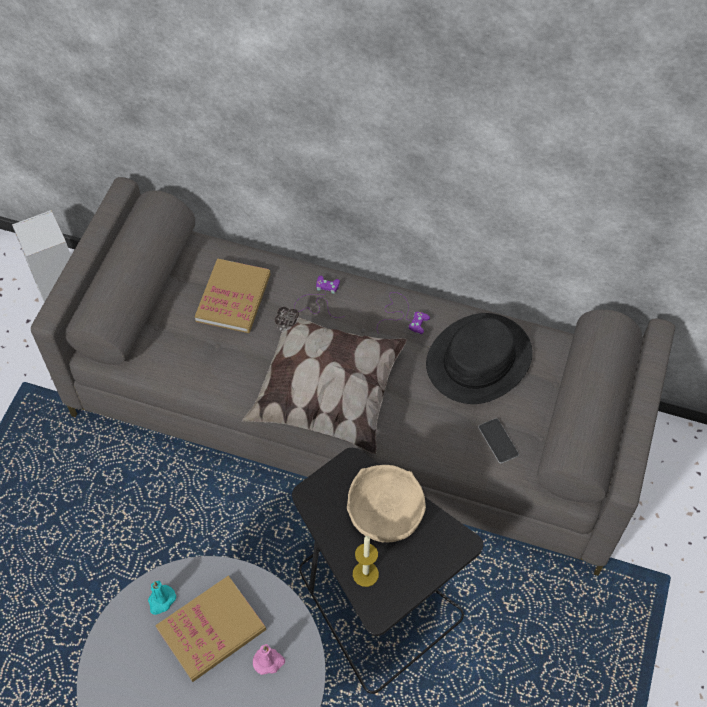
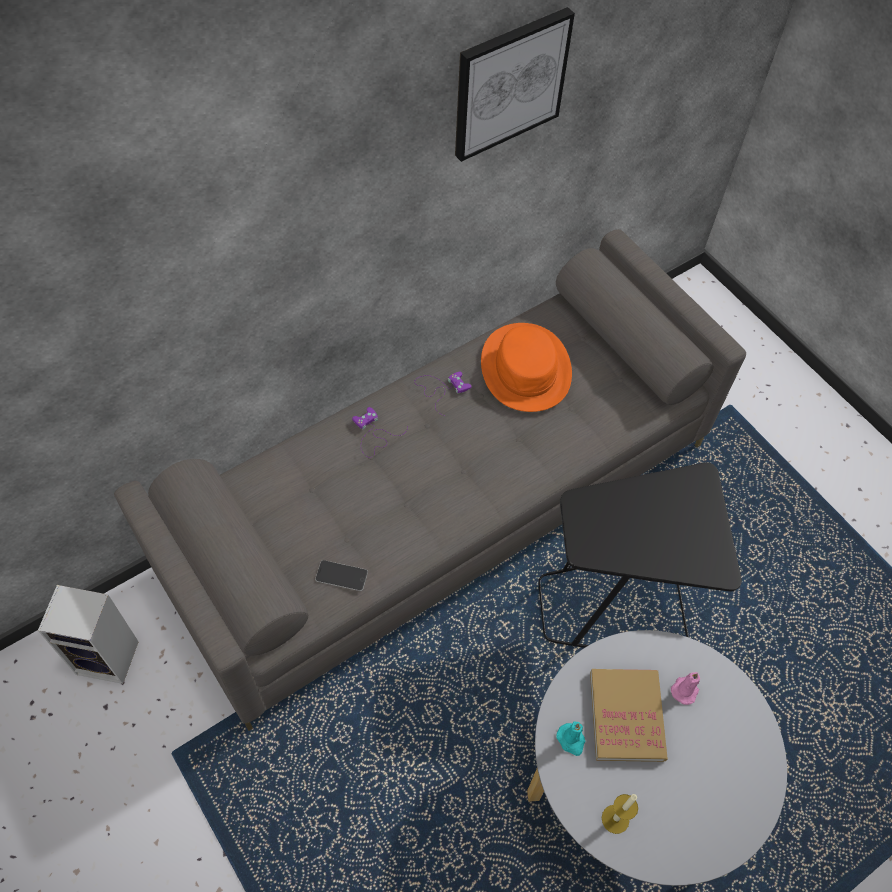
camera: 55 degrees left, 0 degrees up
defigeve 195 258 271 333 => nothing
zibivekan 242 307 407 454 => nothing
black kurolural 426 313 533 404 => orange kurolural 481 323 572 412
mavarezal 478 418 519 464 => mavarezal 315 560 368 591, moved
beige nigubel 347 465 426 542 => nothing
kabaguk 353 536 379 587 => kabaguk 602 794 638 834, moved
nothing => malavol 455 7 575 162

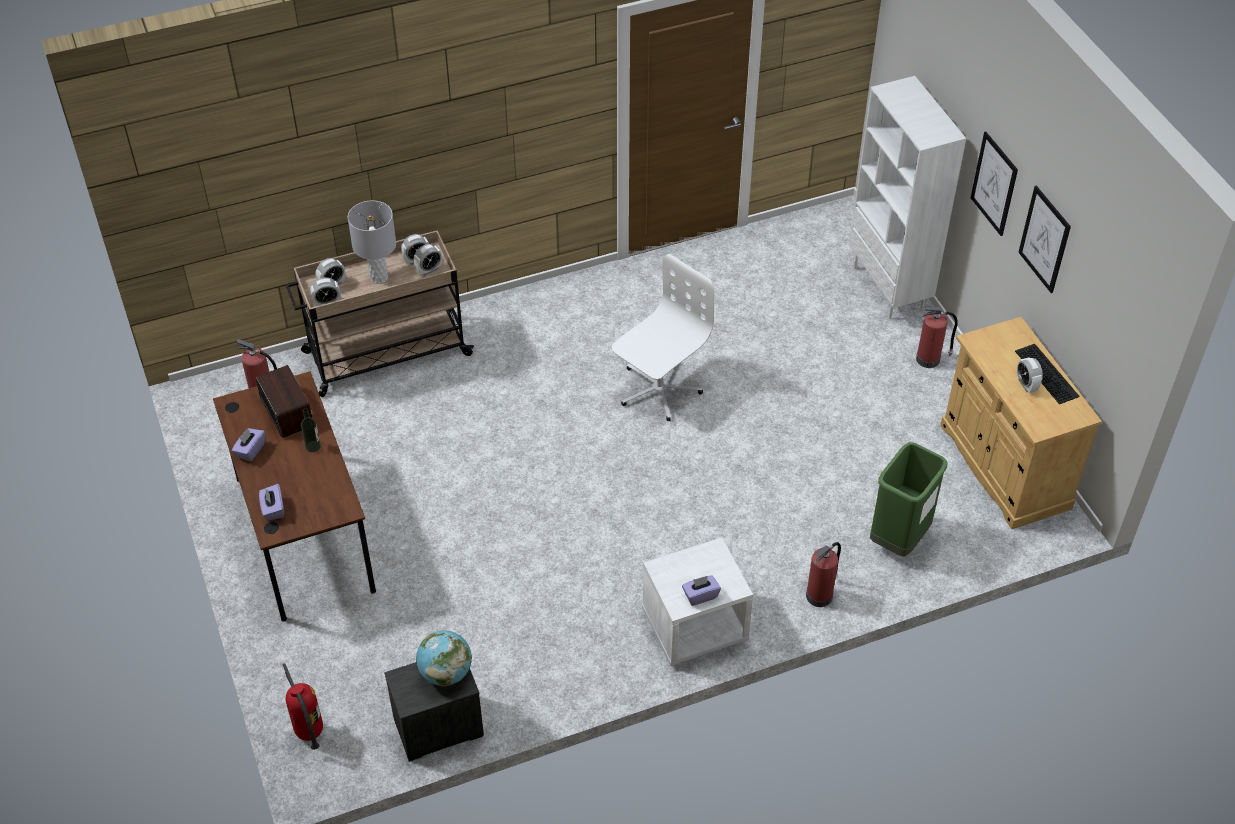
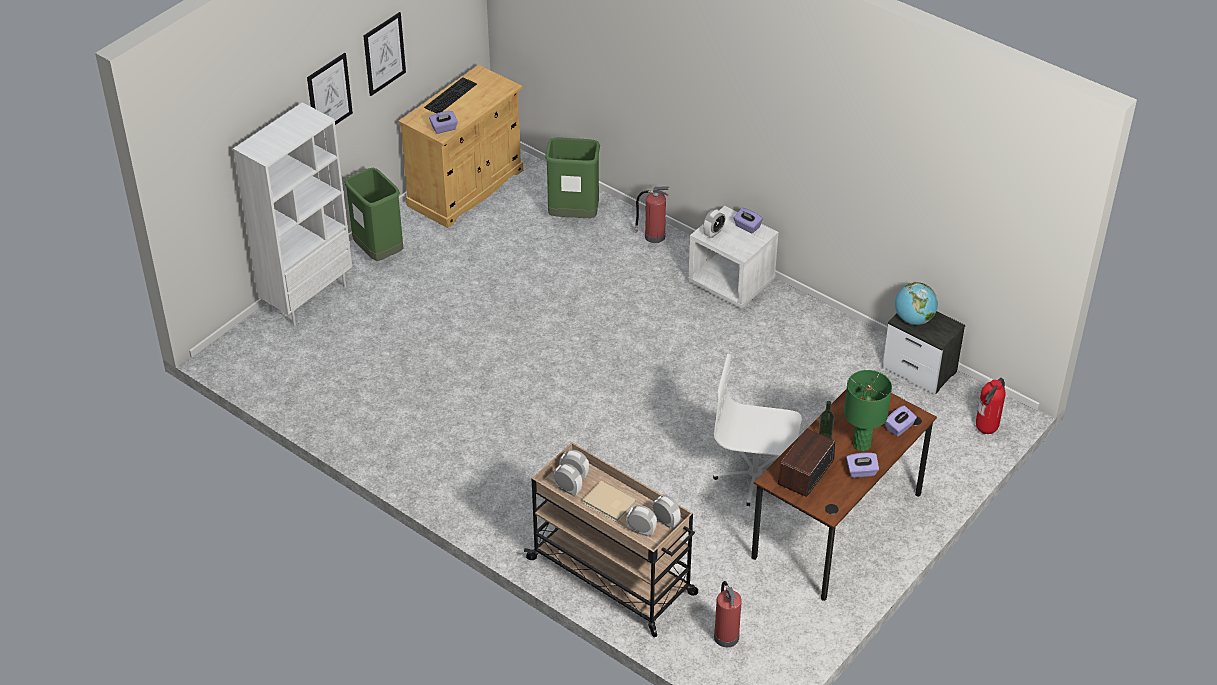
camera: 120 degrees left, 5 degrees down
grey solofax 348 201 396 284 => beige defigeve 582 481 636 522
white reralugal 611 254 714 421 => white reralugal 713 354 802 506, moved
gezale 916 306 958 368 => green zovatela 344 168 404 261
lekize 1017 357 1043 393 => lekize 703 209 725 238, moved
nothing => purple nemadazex 429 111 458 134
nothing => green solofax 844 370 892 451

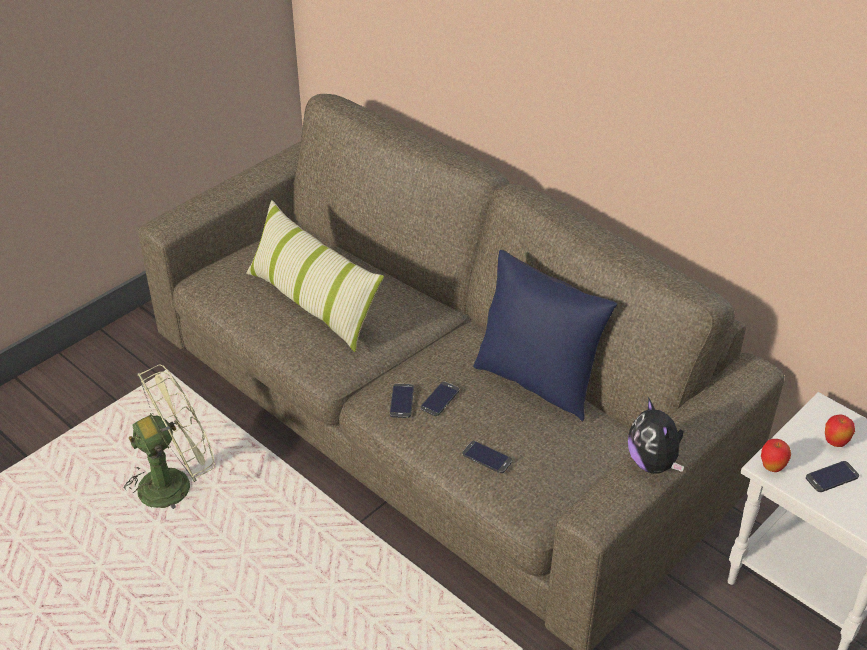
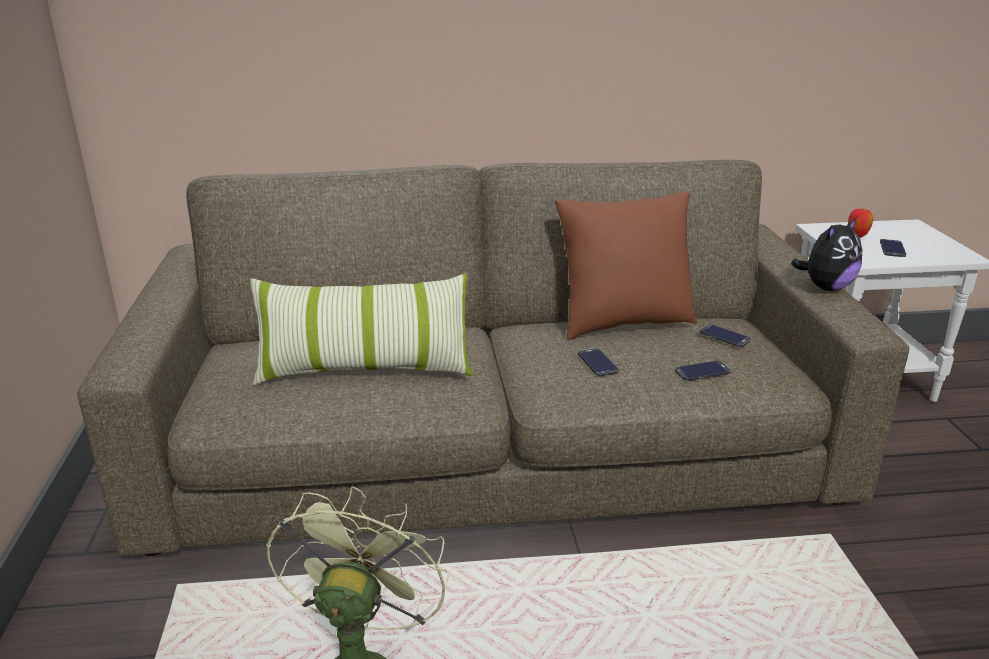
camera: 50 degrees left, 15 degrees down
blue zibivekan 473 250 617 421 => brown zibivekan 555 191 697 340
mavarezal 390 384 414 418 => mavarezal 699 324 751 347, moved
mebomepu 628 397 684 474 => mebomepu 791 217 862 291, 60 degrees counterclockwise
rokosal 761 439 791 472 => nothing

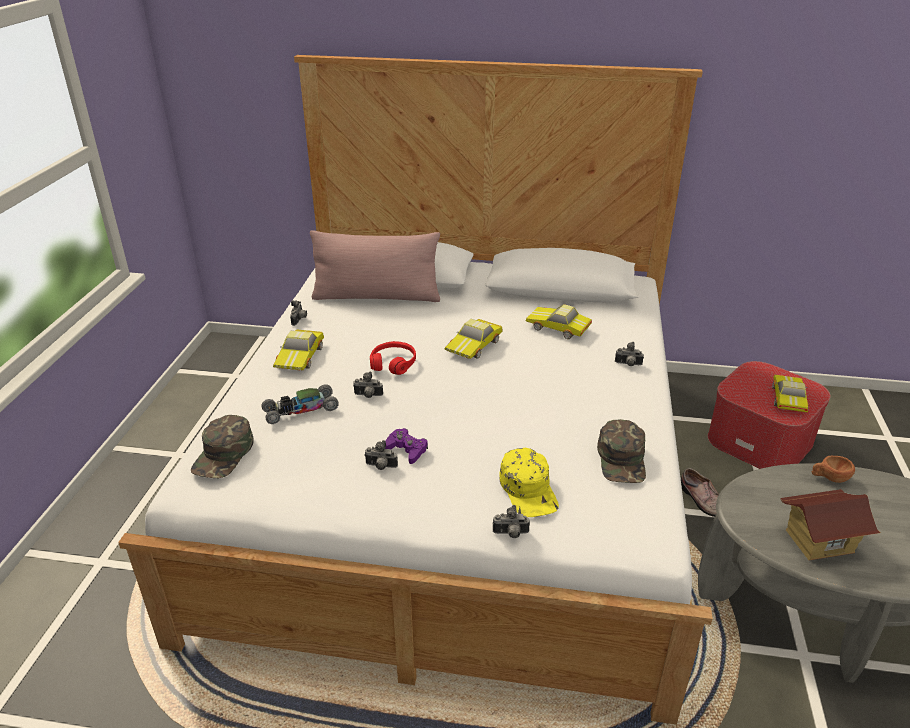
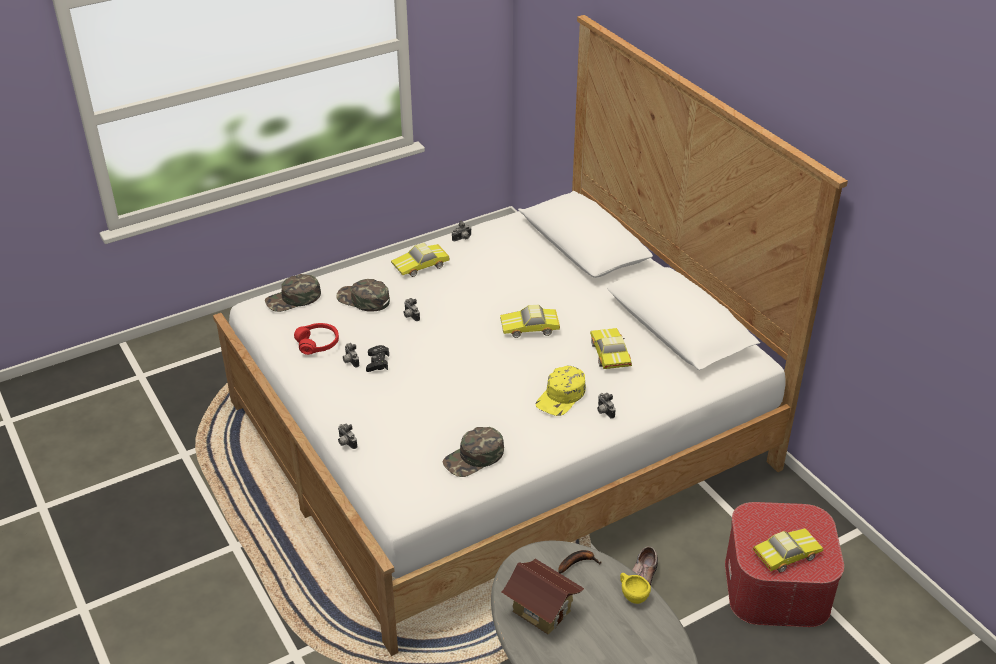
camera: 50 degrees right, 5 degrees up
pink zibivekan 310 230 440 302 => nothing
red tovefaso 370 341 416 375 => red tovefaso 294 323 339 355, moved
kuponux 261 384 339 424 => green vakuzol 336 279 390 312
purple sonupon 385 428 428 464 => black sonupon 366 345 389 372
yellow vakuzol 499 448 559 517 => yellow vakuzol 536 366 586 416, moved
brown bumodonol 812 456 855 483 => yellow bumodonol 620 573 651 604
nothing => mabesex 558 550 601 574

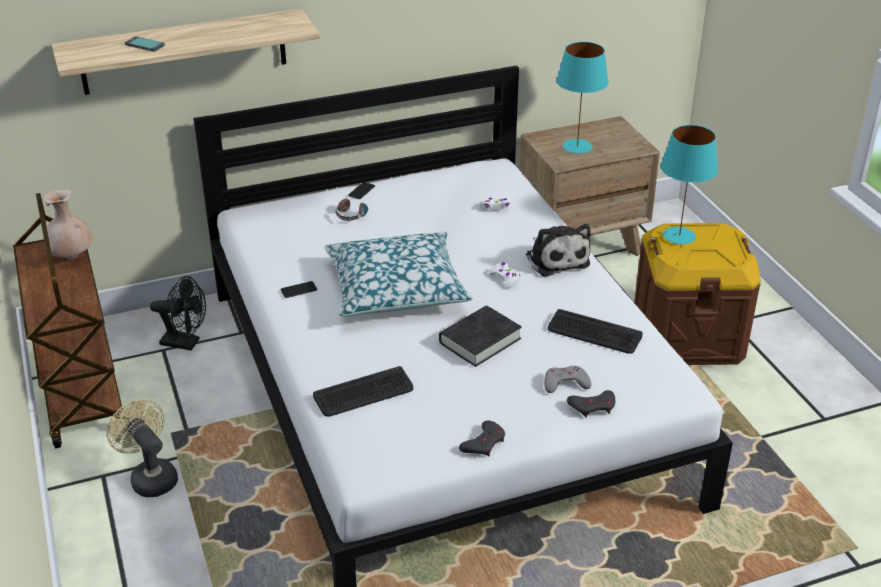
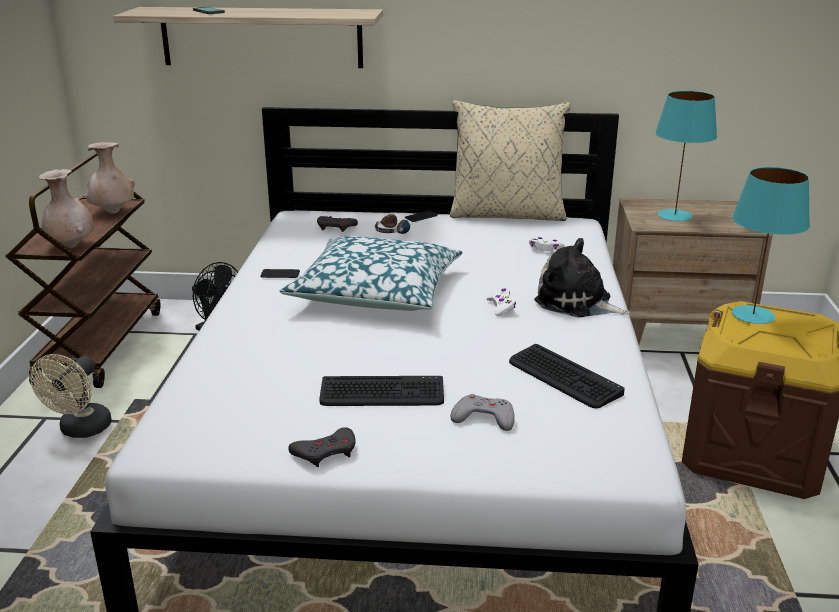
camera: 25 degrees right, 10 degrees down
mebomepu 526 224 591 277 => mebomepu 534 238 629 318, 120 degrees clockwise
black defigeve 439 306 522 367 => nothing
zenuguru 313 366 413 417 => zenuguru 320 376 444 406, moved
grey sonupon 567 390 615 418 => grey sonupon 317 216 358 232, moved
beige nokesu 107 399 178 497 => beige nokesu 30 354 112 438, 150 degrees counterclockwise
nothing => beige zibivekan 450 100 571 221
nothing => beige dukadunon 39 169 94 248

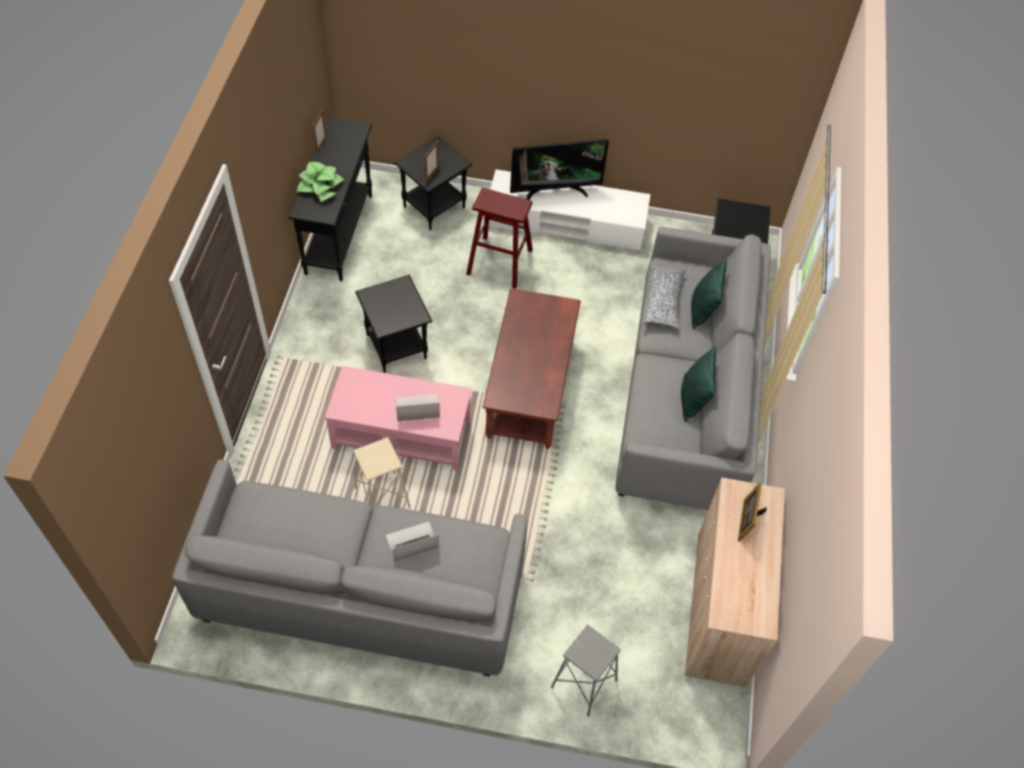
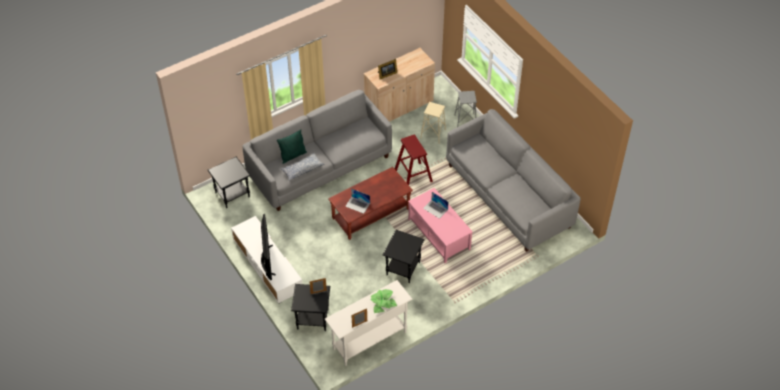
camera: 130 degrees left, 5 degrees down
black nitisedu 288 117 372 281 => white nitisedu 325 280 412 366
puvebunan 510 139 609 200 => puvebunan 261 214 276 280, 45 degrees clockwise
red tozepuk 466 188 533 289 => red tozepuk 395 135 433 185, moved
green zibivekan 681 346 716 422 => nothing
beige tozepuk 353 437 411 510 => beige tozepuk 420 102 446 143, moved
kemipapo 386 522 439 562 => kemipapo 345 188 370 214, moved

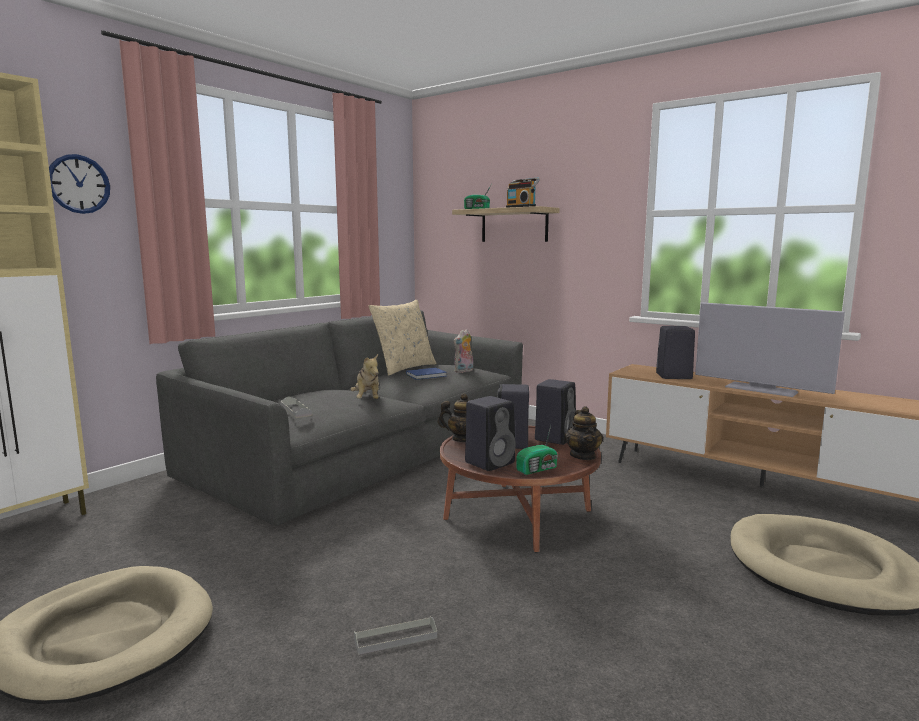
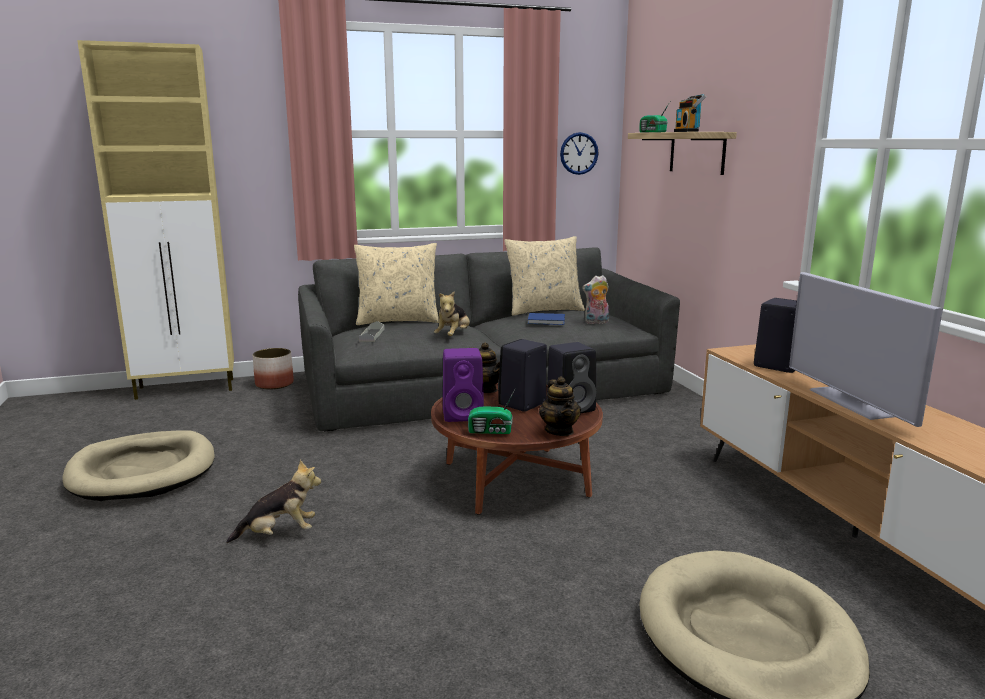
camera: 35 degrees right, 5 degrees up
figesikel 49 154 110 214 => figesikel 560 132 599 175, moved
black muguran 465 396 516 471 => purple muguran 443 348 484 422
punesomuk 564 406 603 460 => punesomuk 539 376 581 436, 45 degrees counterclockwise
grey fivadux 354 616 437 655 => mebomepu 226 460 321 543
nothing => beige zibivekan 354 243 439 325
nothing => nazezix 253 348 294 390

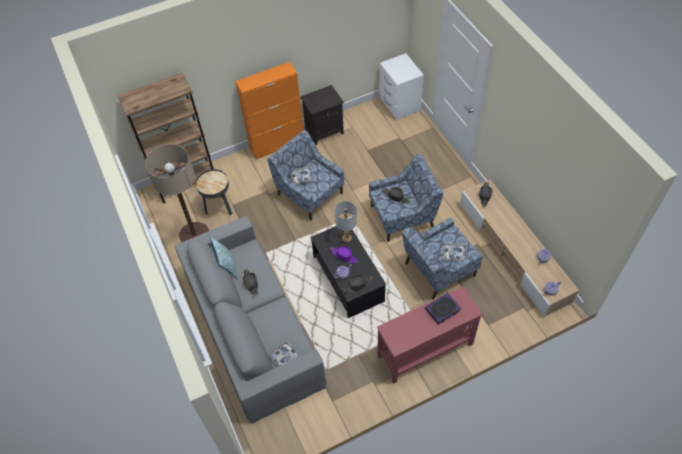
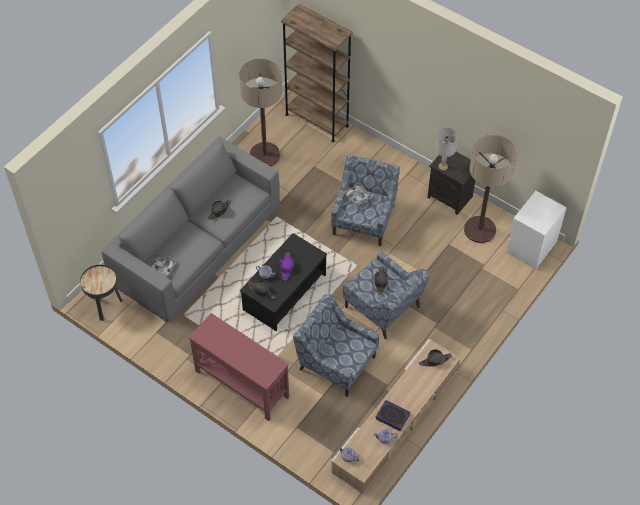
camera: 60 degrees right, 0 degrees up
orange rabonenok 235 62 304 159 => nothing
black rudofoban 196 169 233 216 => black rudofoban 80 265 122 321, moved
grey solofax 335 201 357 242 => grey solofax 435 127 458 170, moved
zibivekan 210 235 238 279 => nothing
fivadux 444 243 467 261 => nothing
defigeve 425 293 461 325 => defigeve 376 400 410 431, moved
nothing => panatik 464 135 517 243

